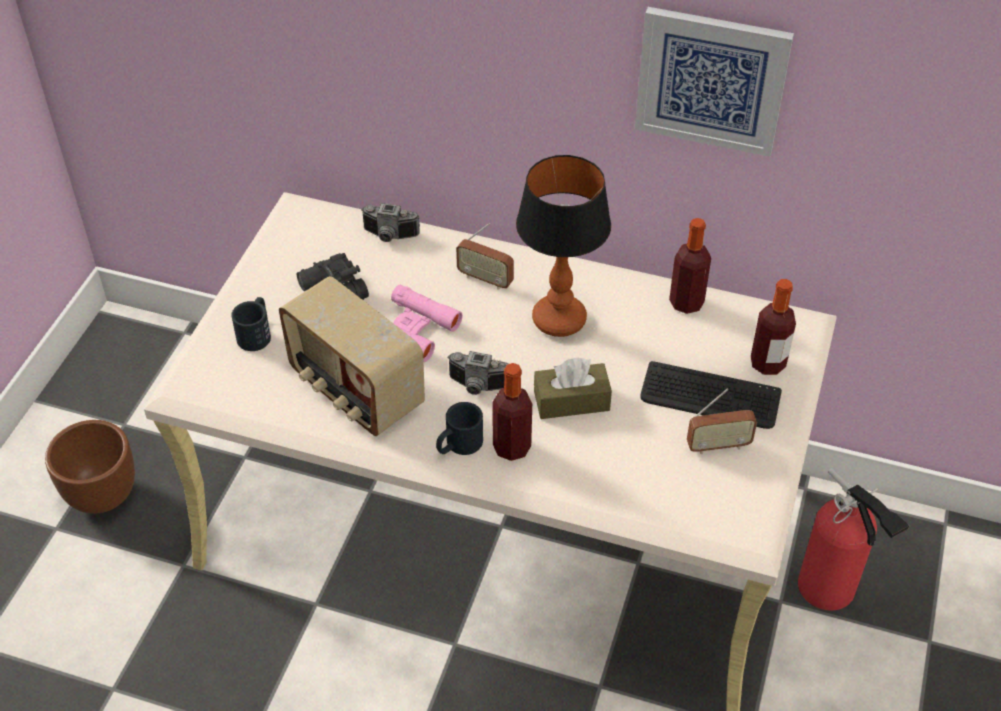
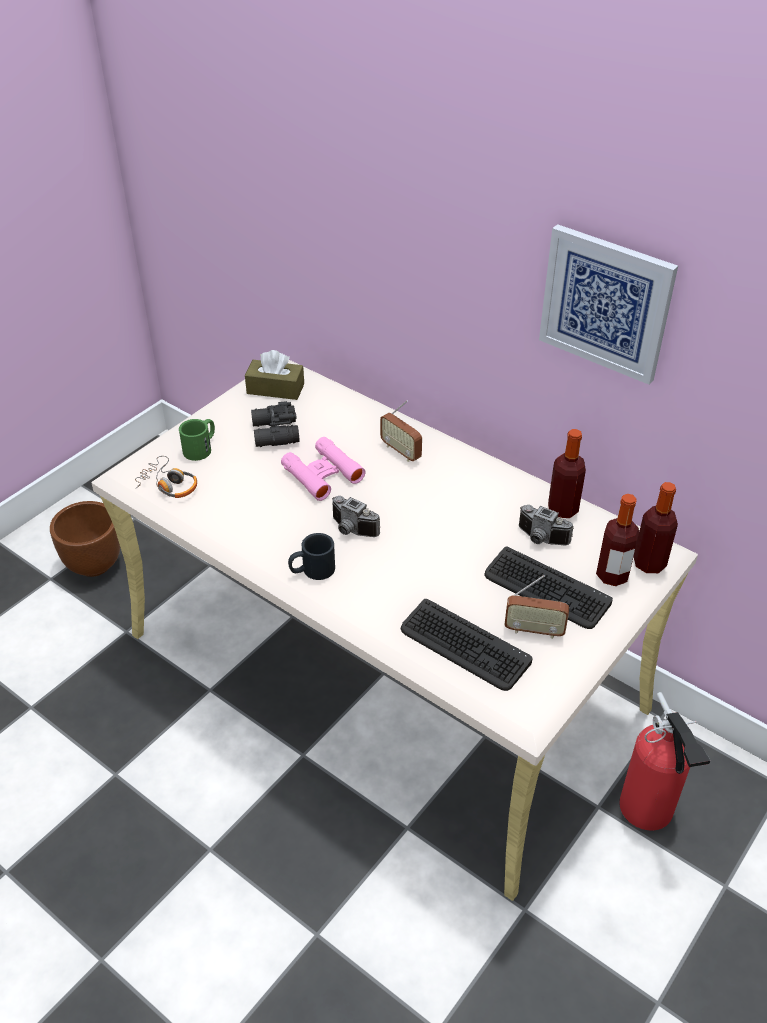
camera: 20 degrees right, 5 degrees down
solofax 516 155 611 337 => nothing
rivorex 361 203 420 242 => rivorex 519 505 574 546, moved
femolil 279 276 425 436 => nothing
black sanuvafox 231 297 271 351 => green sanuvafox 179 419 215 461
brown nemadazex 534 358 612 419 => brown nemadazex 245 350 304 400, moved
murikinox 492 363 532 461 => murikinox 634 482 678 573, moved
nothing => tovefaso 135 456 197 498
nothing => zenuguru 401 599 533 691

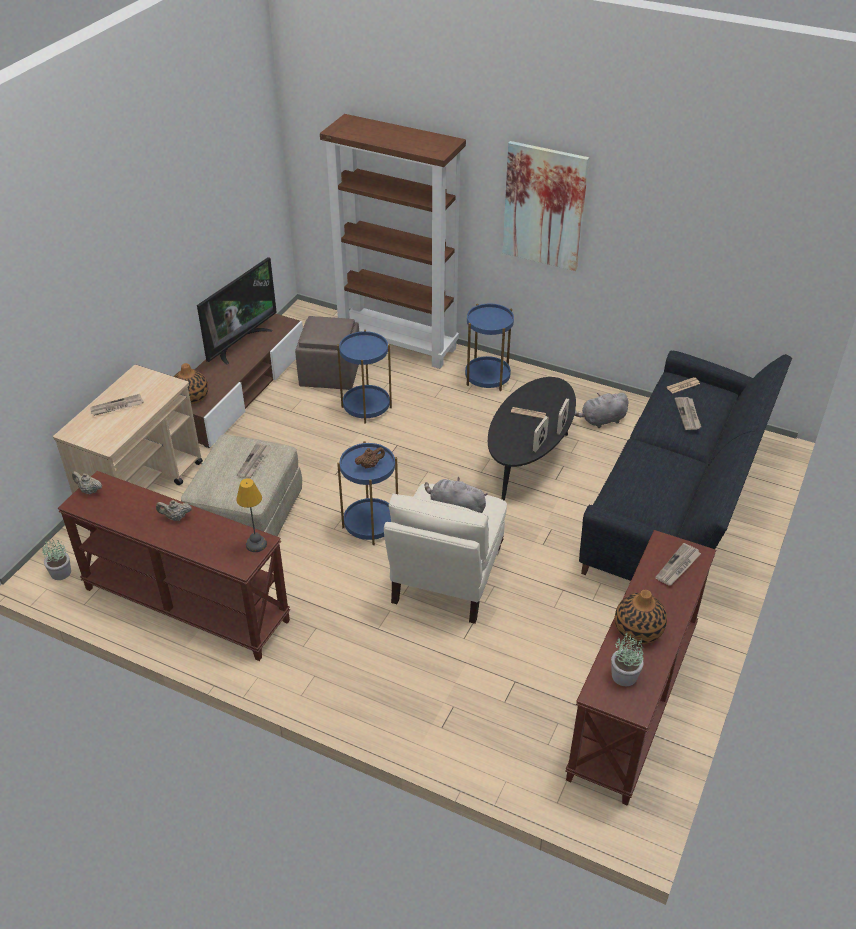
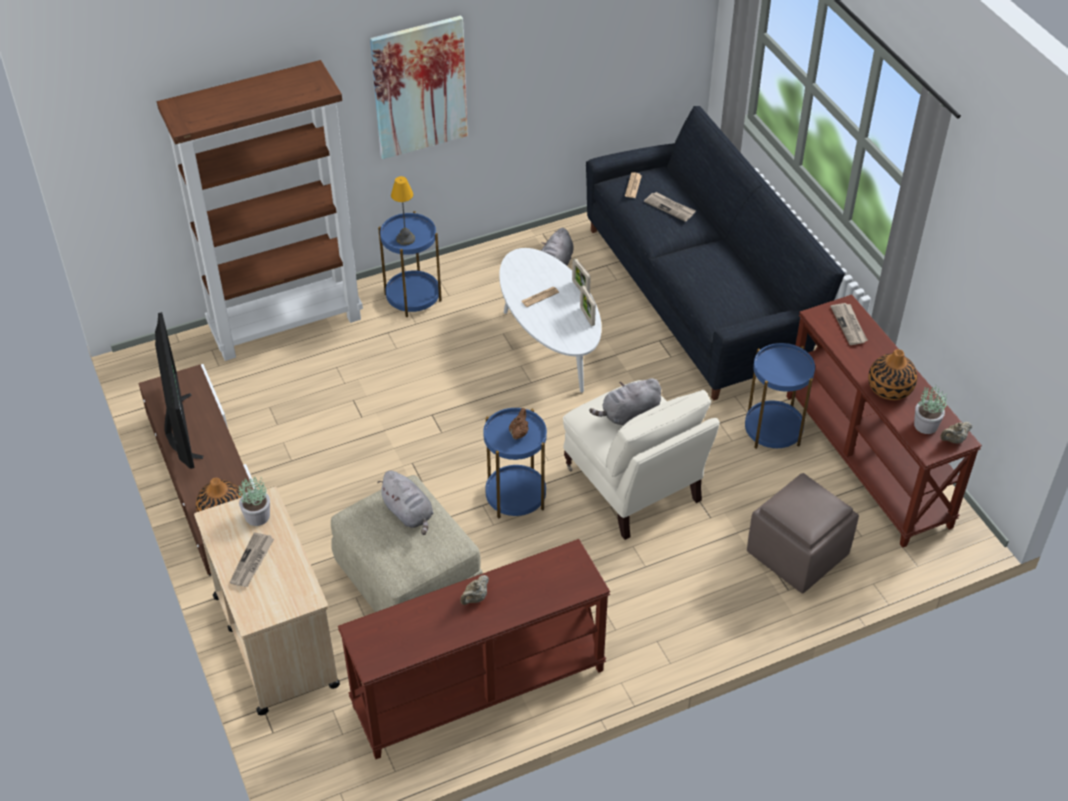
camera: 50 degrees left, 5 degrees up
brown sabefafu 295 316 359 390 => brown sabefafu 747 473 859 593, moved
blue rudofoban 337 330 392 424 => blue rudofoban 745 343 815 449, moved
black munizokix 488 377 576 501 => white munizokix 499 248 602 393
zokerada 237 443 272 479 => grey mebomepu 377 471 433 535
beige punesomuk 72 471 102 494 => beige punesomuk 940 422 972 443, moved
solofax 236 478 267 552 => solofax 391 176 415 246, moved
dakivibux 42 539 71 580 => dakivibux 239 475 270 526, moved

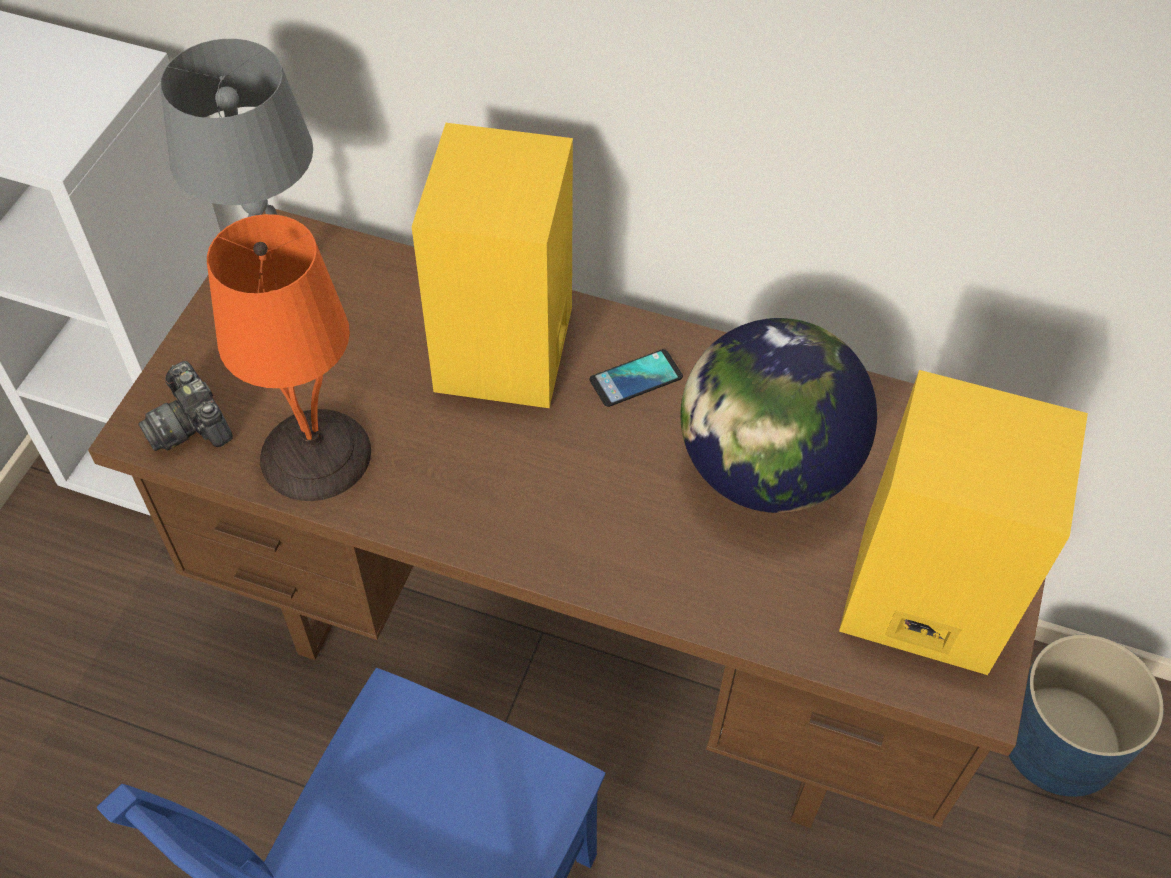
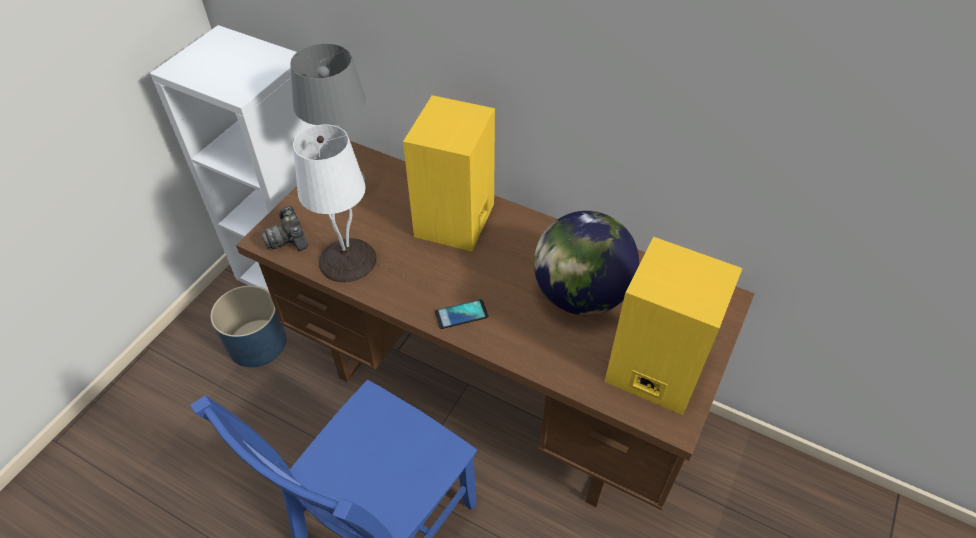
camera: 10 degrees right, 5 degrees down
orange solofax 207 214 371 501 => white solofax 293 125 377 282
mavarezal 590 349 683 407 => mavarezal 435 300 488 329, moved
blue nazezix 1009 635 1164 797 => blue nazezix 211 285 287 367, moved

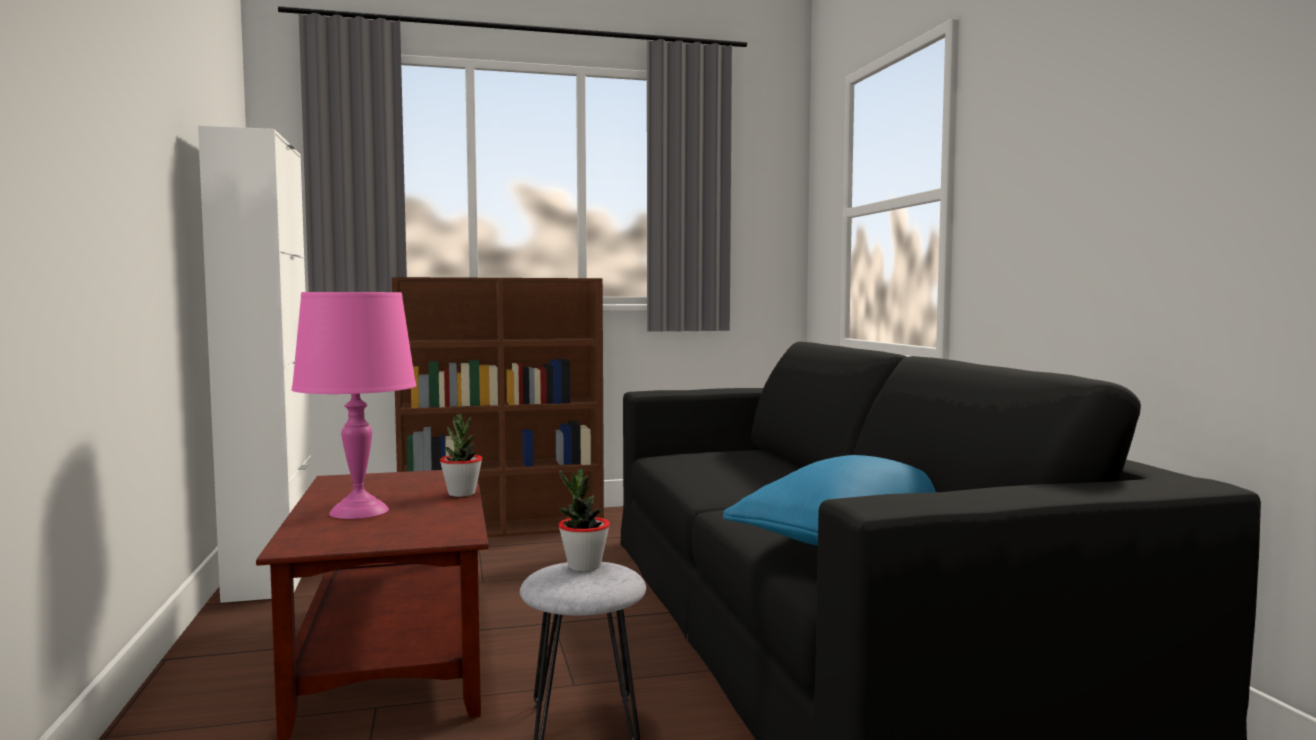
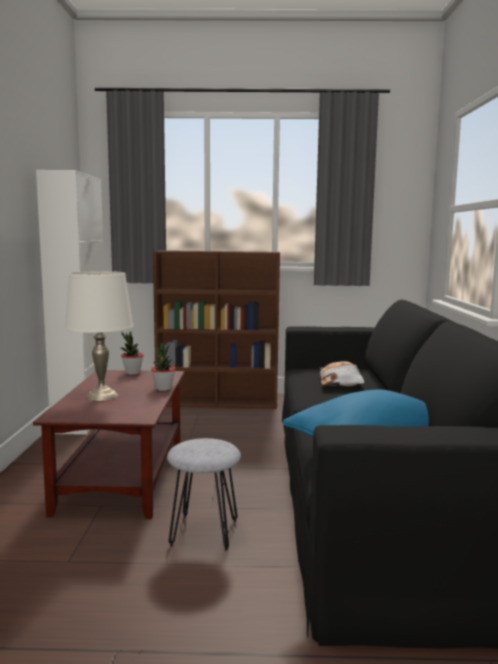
camera: 15 degrees right, 5 degrees up
pink solofax 292 292 416 519 => white solofax 65 271 133 401
dakivibux 558 469 610 572 => dakivibux 121 332 144 375, moved
nothing => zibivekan 319 361 364 387

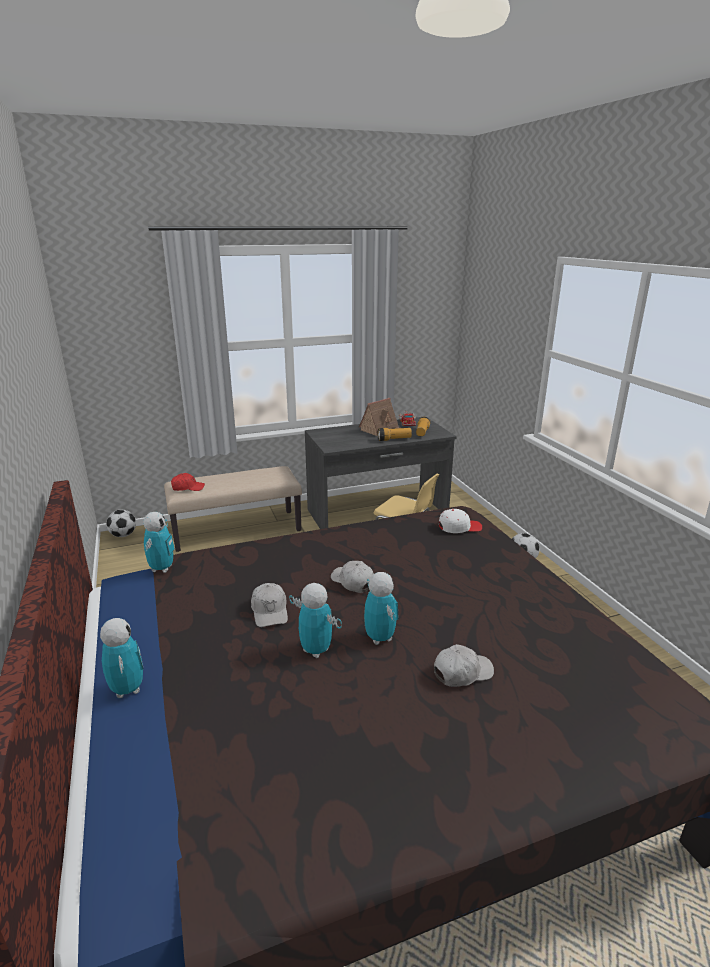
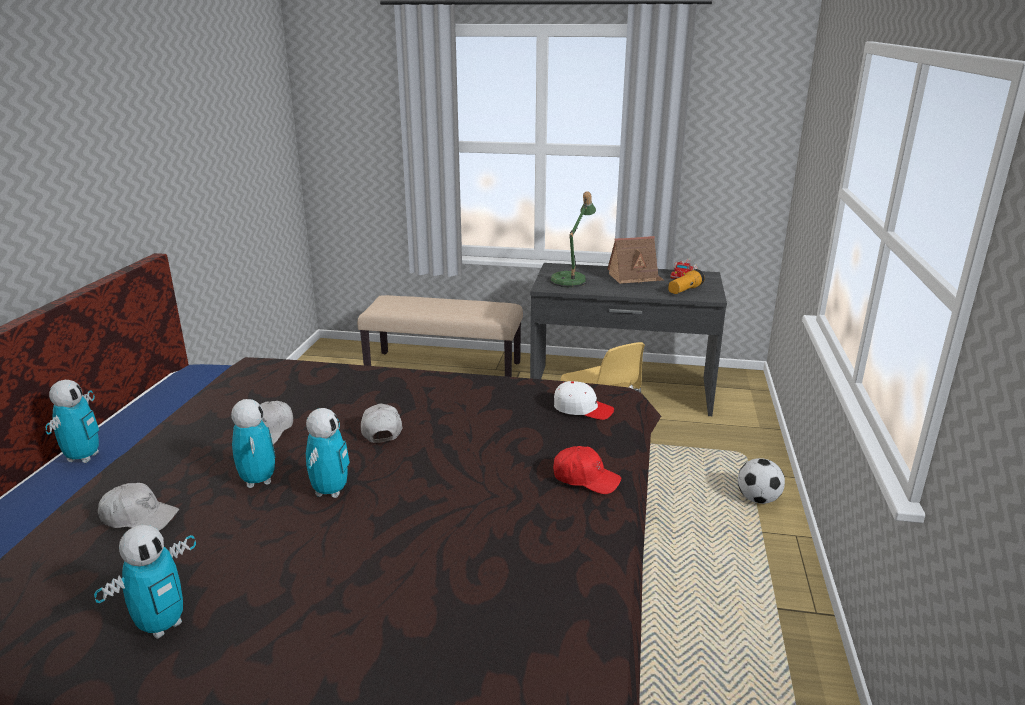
camera: 30 degrees right, 0 degrees up
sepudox 378 428 412 441 => nothing
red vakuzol 171 473 205 491 => red vakuzol 553 446 621 494, moved
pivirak 106 510 136 537 => nothing
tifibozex 143 512 175 573 => tifibozex 94 525 196 639, moved
white vakuzol 434 644 494 687 => white vakuzol 98 483 179 531, moved
nothing => solofax 550 191 596 288

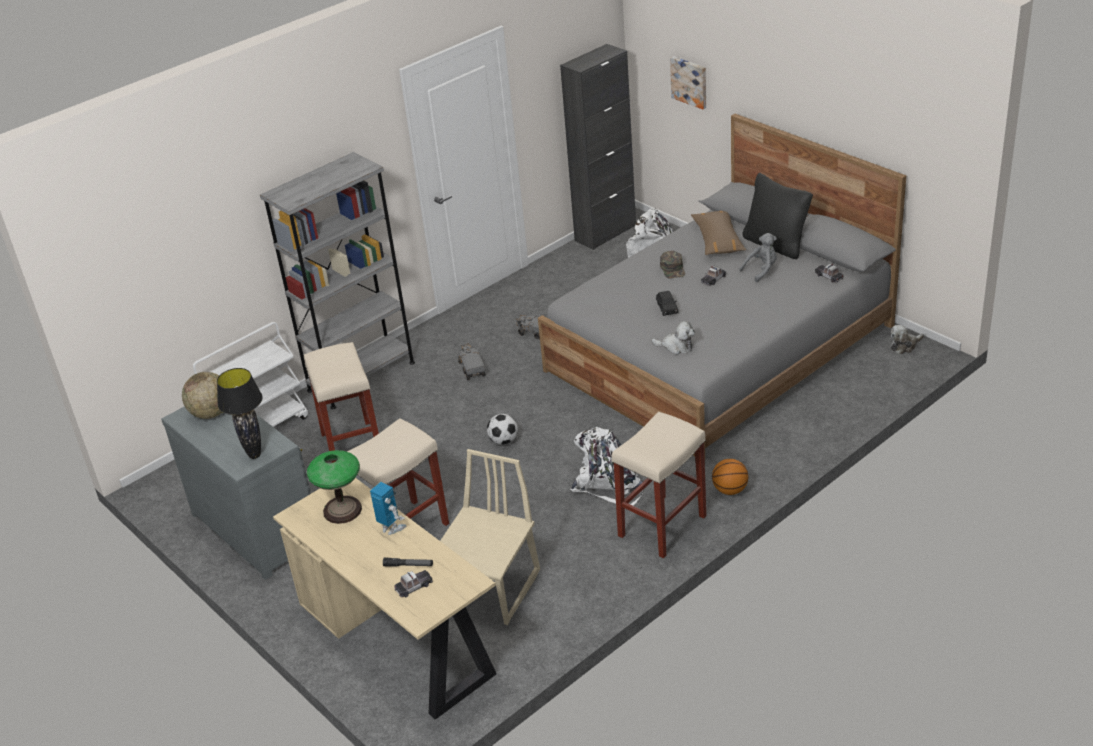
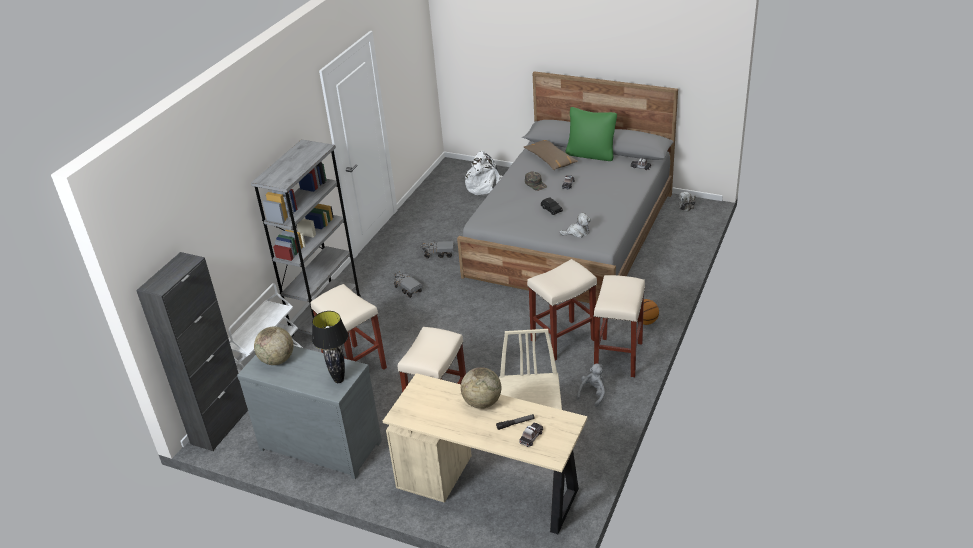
camera: 25 degrees left, 0 degrees up
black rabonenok 560 44 636 250 => black rabonenok 136 252 248 451, moved
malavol 670 56 706 109 => nothing
black zibivekan 743 173 813 259 => green zibivekan 565 107 617 161
grey mebomepu 739 233 777 282 => grey mebomepu 576 364 605 407, moved
pivirak 487 414 518 445 => nothing
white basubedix 570 427 643 506 => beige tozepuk 527 259 597 361
solofax 307 450 362 524 => nothing
tifibozex 370 482 407 535 => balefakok 461 367 501 409

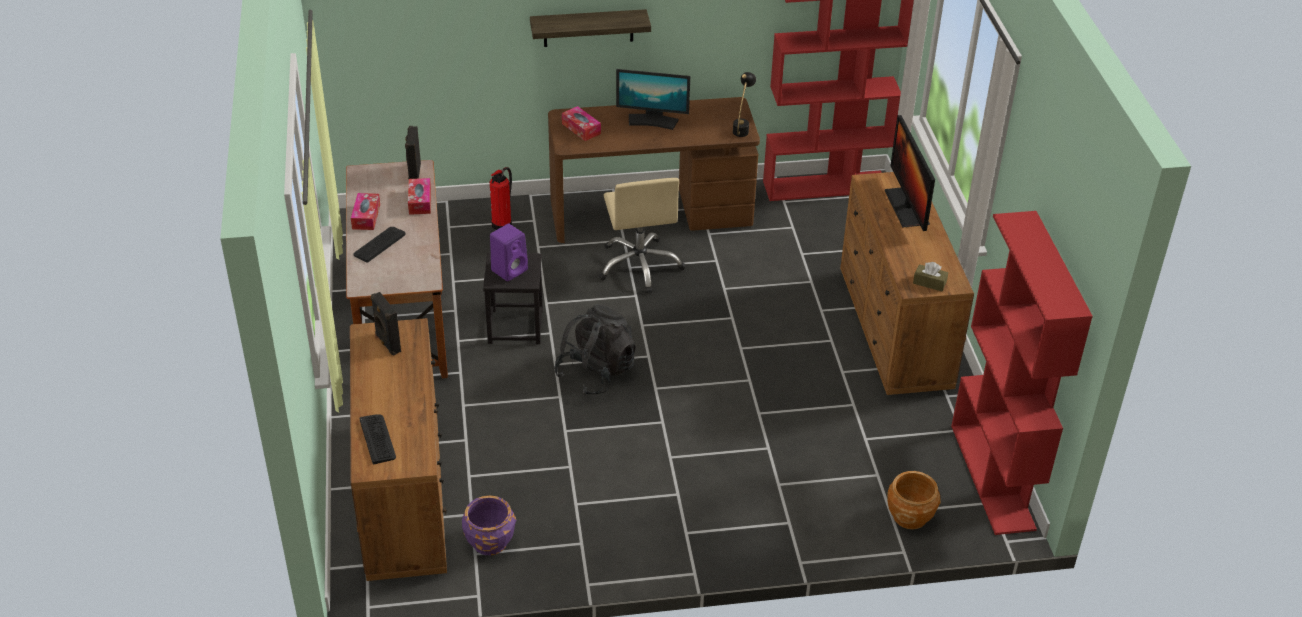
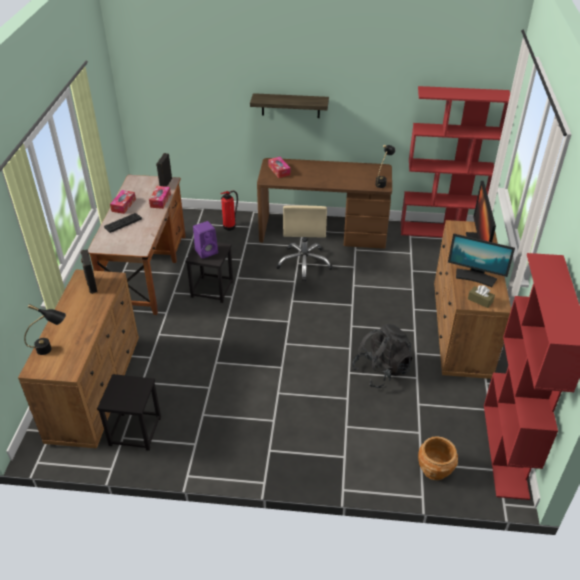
camera: 15 degrees right, 0 degrees up
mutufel 616 69 690 130 => mutufel 448 233 515 287, moved
black basubedix 554 304 636 395 => black basubedix 352 324 413 388, moved
zenuguru 360 414 396 464 => black solofax 24 304 66 355
purple nazezix 462 496 516 555 => black tozepuk 97 374 161 451

